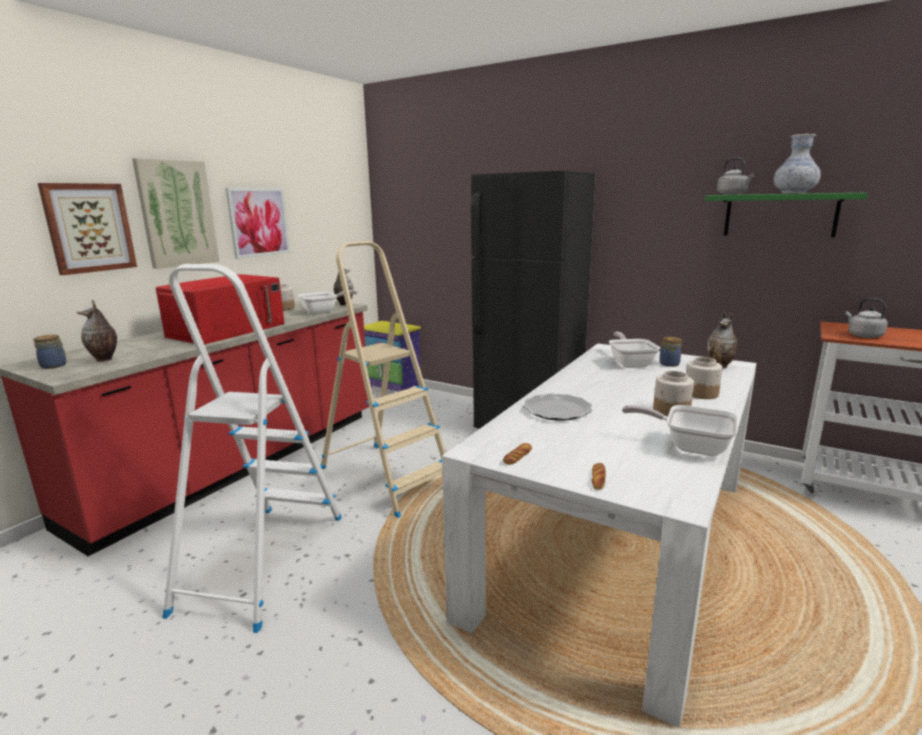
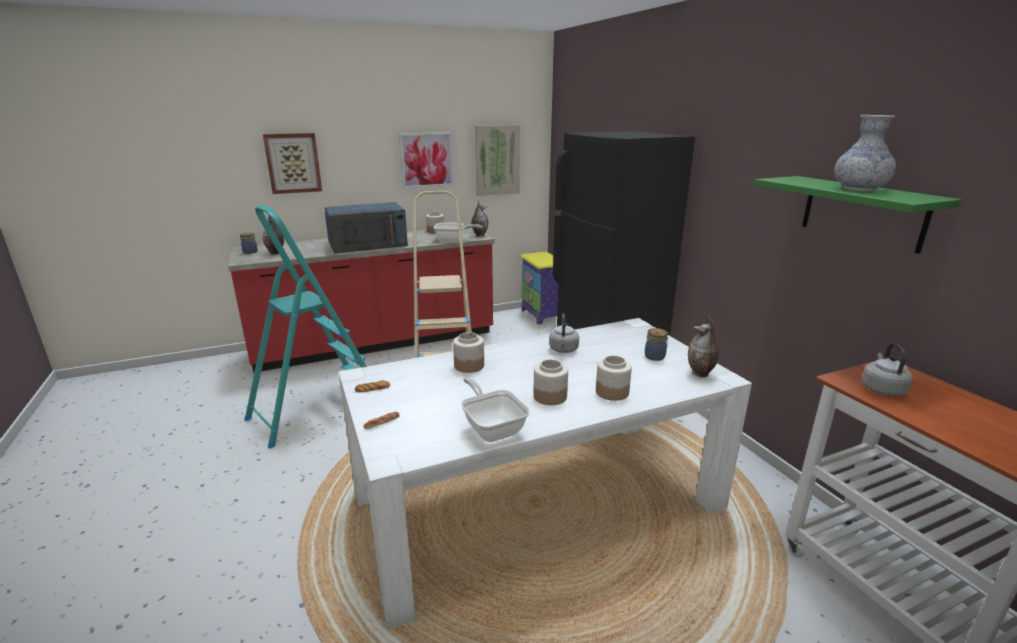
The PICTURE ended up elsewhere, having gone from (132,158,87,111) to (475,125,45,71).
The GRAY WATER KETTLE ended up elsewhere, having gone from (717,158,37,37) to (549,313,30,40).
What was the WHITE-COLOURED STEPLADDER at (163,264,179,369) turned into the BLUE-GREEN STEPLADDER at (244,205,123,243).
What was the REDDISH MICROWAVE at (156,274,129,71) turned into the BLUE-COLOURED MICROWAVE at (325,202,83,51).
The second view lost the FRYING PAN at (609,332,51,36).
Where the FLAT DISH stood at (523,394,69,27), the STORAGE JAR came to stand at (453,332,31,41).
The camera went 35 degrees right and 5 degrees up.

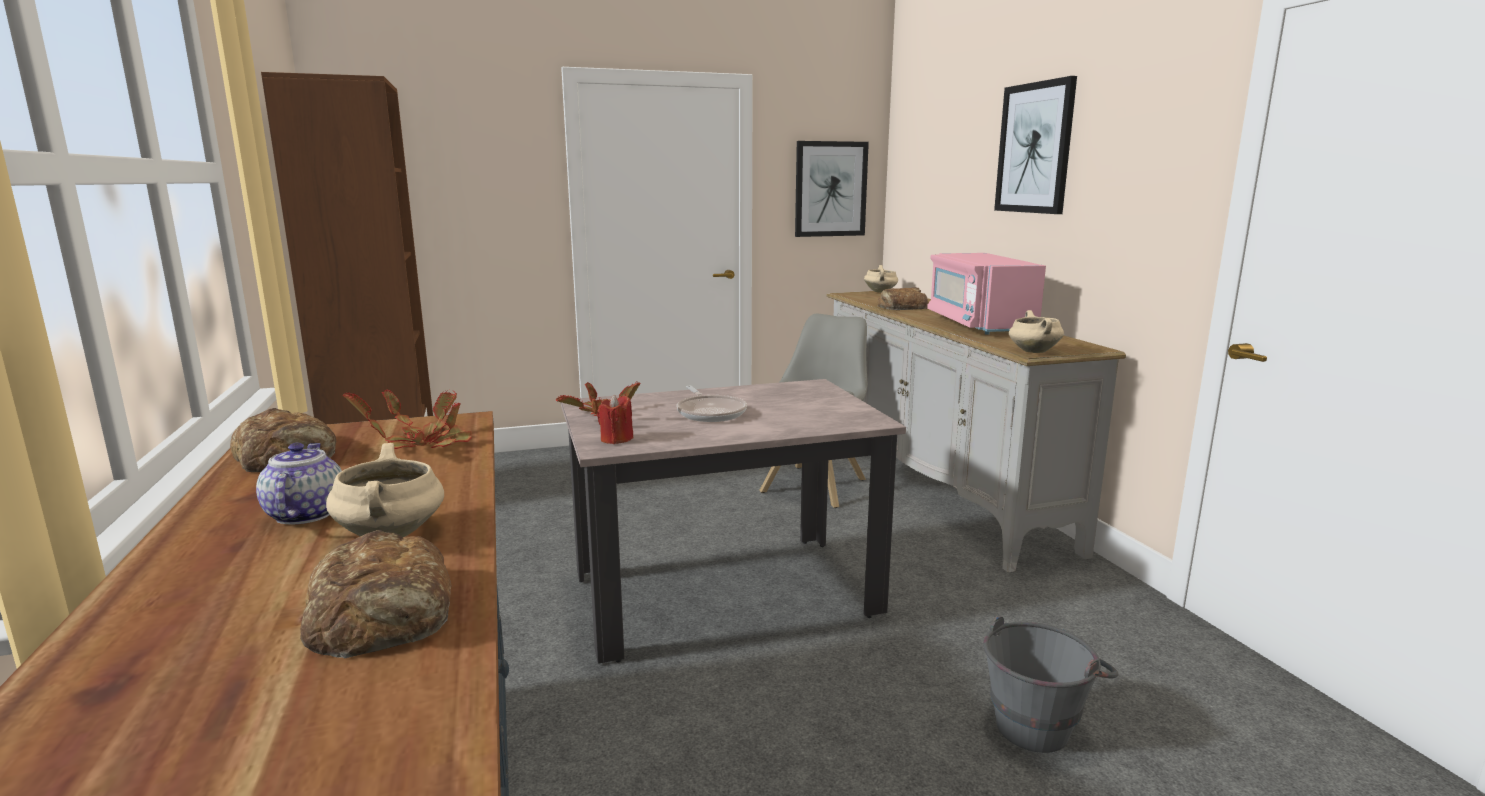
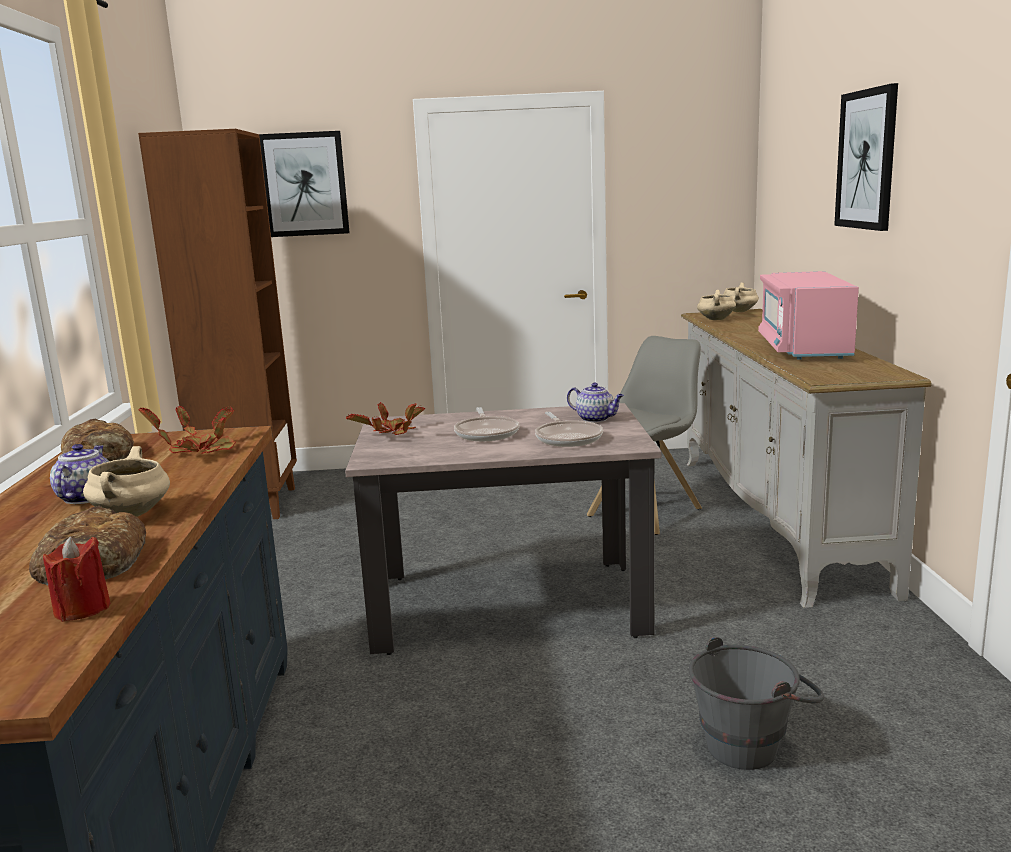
The PICTURE ended up elsewhere, having gone from (795,141,74,96) to (259,131,91,106).
The second view lost the BAKERY BREAD at (877,287,52,23).
The BEIGE STOCKPOT ended up elsewhere, having gone from (1009,310,55,43) to (697,290,39,30).
The REDDISH WAX LIGHT ended up elsewhere, having gone from (597,394,36,50) to (43,537,67,85).
The second view gained the TEAPOT at (567,383,57,39).
The second view gained the FRYING PAN at (535,412,68,35).
The camera went 15 degrees right and 0 degrees up.

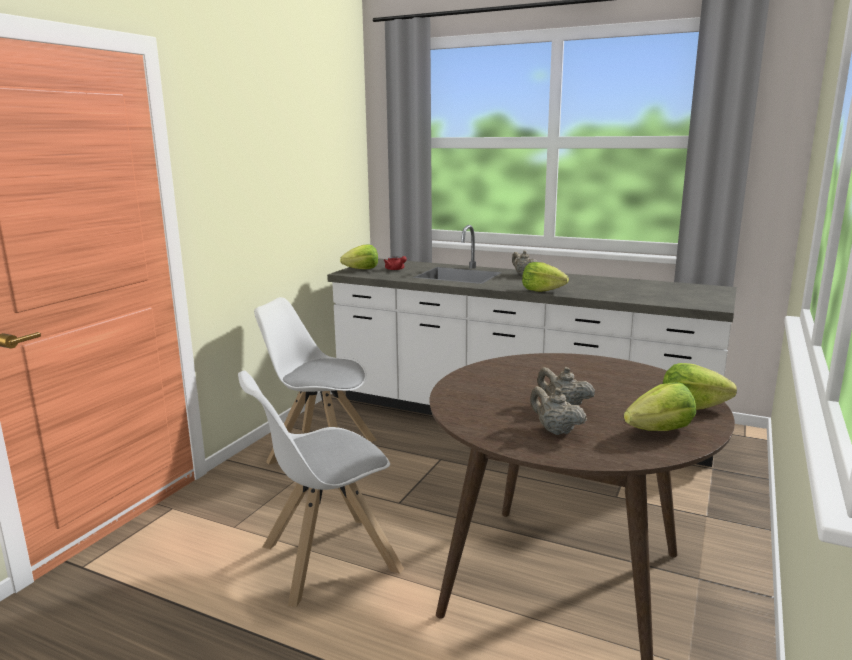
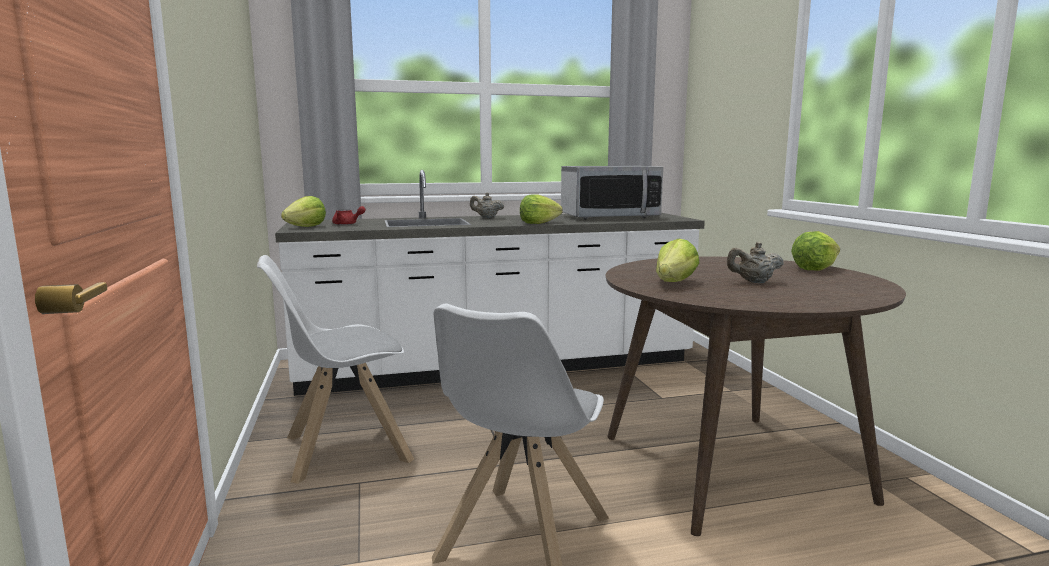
The LETTUCE ended up elsewhere, having gone from (624,382,72,49) to (656,238,44,44).
The second view lost the BEIGE TEAPOT at (530,386,57,49).
The second view gained the MICROWAVE at (561,166,102,54).
The camera went 40 degrees left and 5 degrees down.

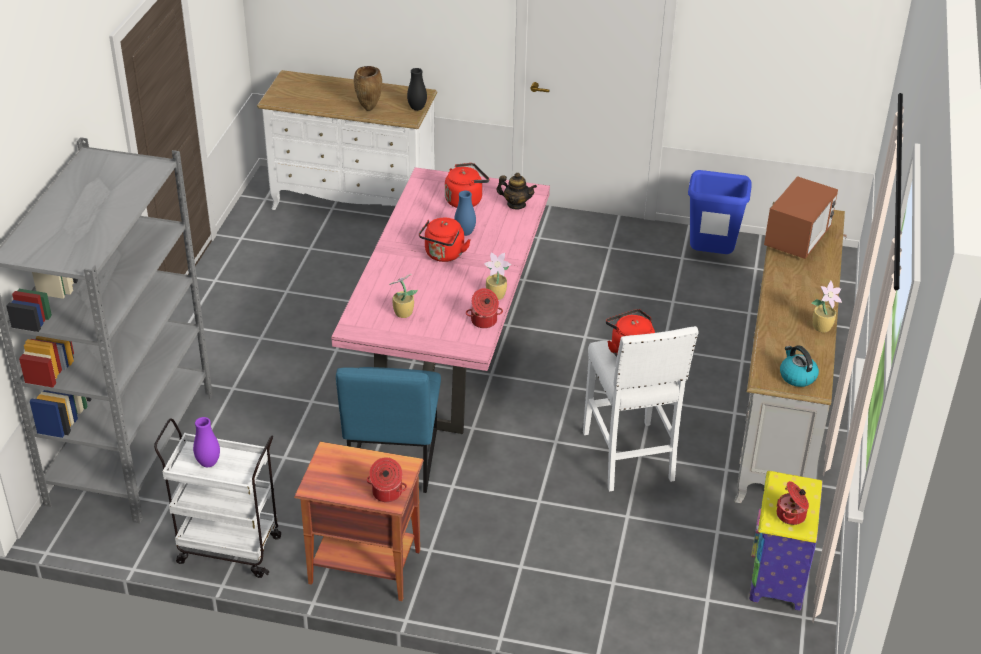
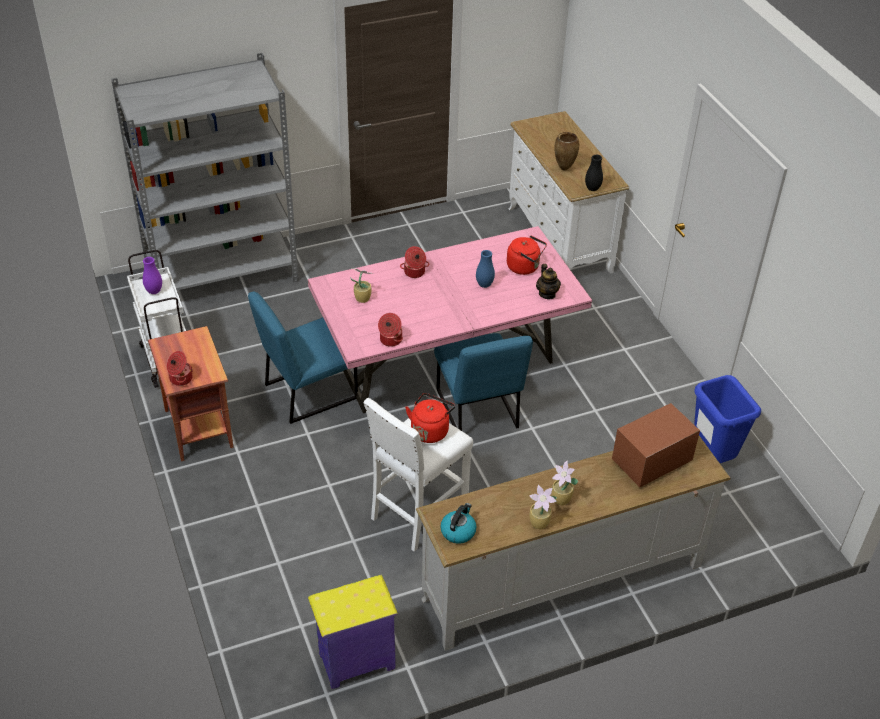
The MICROWAVE at (764,176,74,83) ended up facing another way, 150 degrees clockwise from before.
The second view lost the REDDISH WATER KETTLE at (419,218,52,44).
The PLANT IN A POT ended up elsewhere, having gone from (484,252,27,48) to (552,460,26,45).
The STOCKPOT ended up elsewhere, having gone from (776,481,33,44) to (400,246,30,32).
The second view gained the BLUE-COLOURED PLAIN CHAIR at (434,333,99,98).
The camera went 55 degrees right and 5 degrees up.

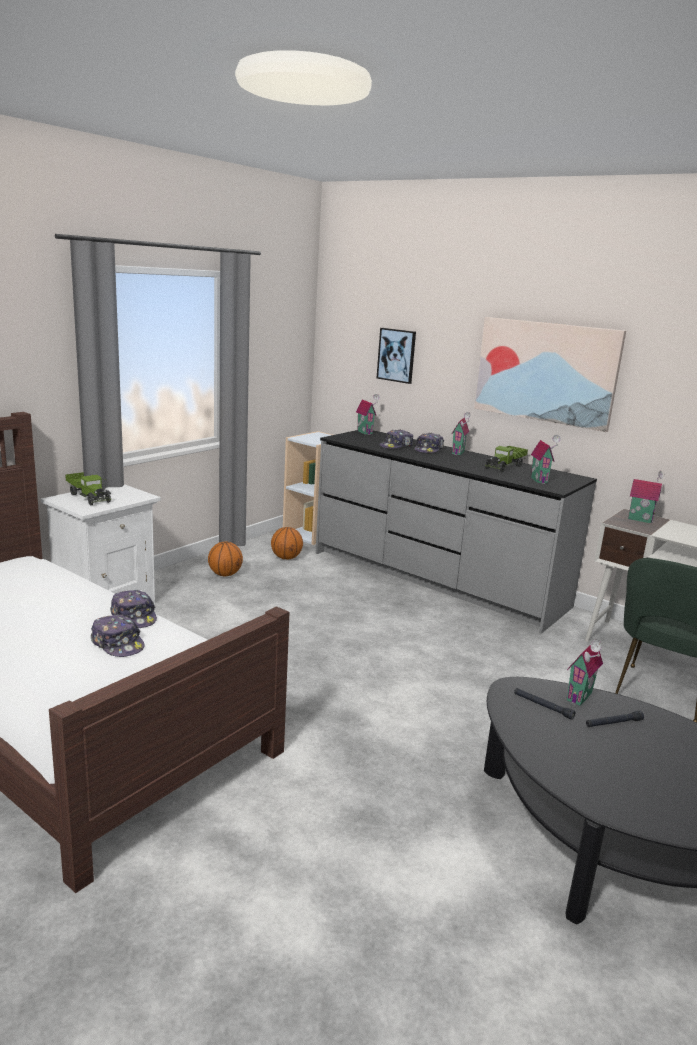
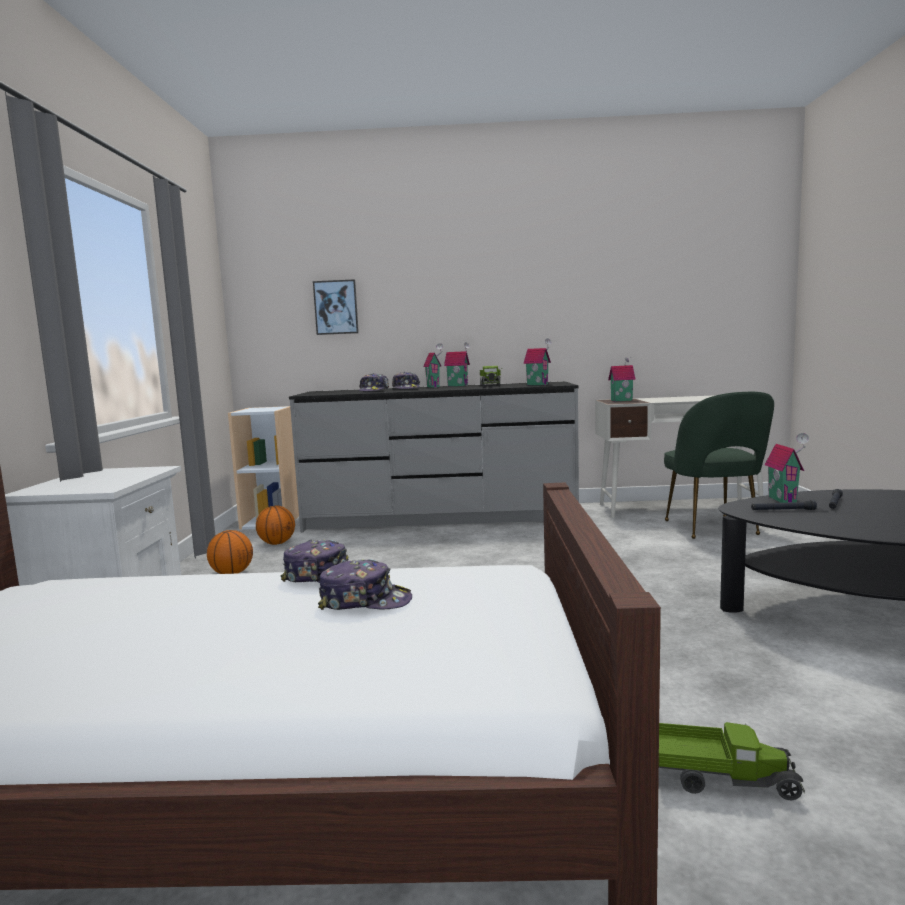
The second view lost the PICTURE at (474,317,152,115).
The MINIATURE HOUSE ended up elsewhere, having gone from (356,394,24,41) to (444,342,26,44).
The TOY LORRY ended up elsewhere, having gone from (65,472,46,33) to (659,722,146,78).
The camera went 35 degrees left and 10 degrees down.

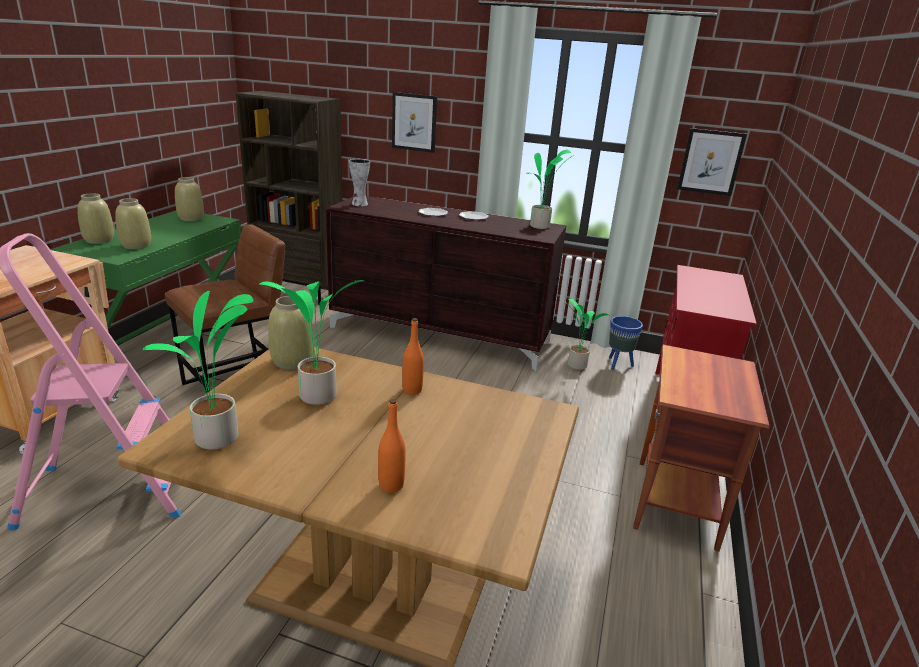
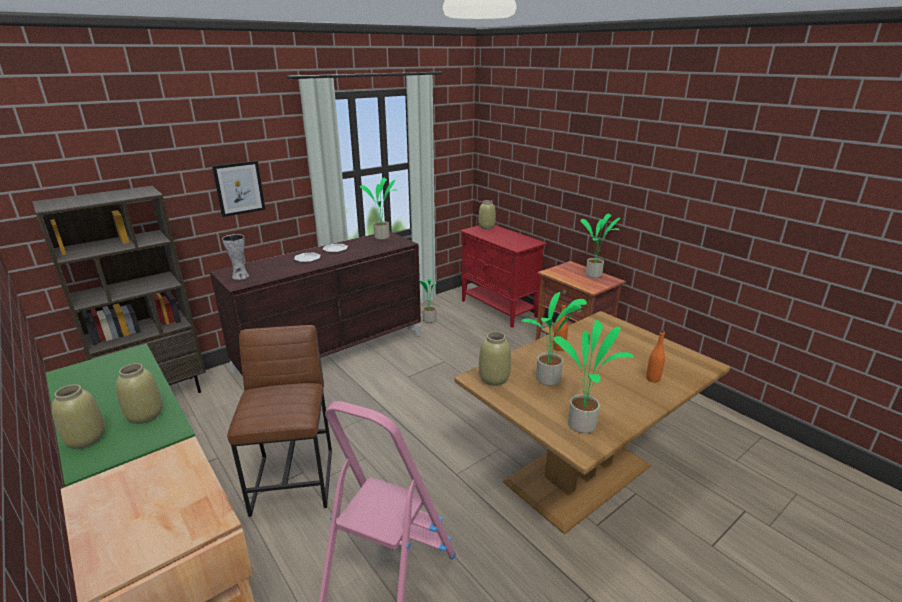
The second view lost the PICTURE at (677,128,70,68).
The BEIGE DECORATIVE VASE ended up elsewhere, having gone from (175,177,29,44) to (478,200,18,29).
The second view lost the BLUE-COLOURED FLOWER POT at (609,316,34,54).
The second view gained the PLANT IN A POT at (580,213,40,65).
The camera went 55 degrees left and 0 degrees up.

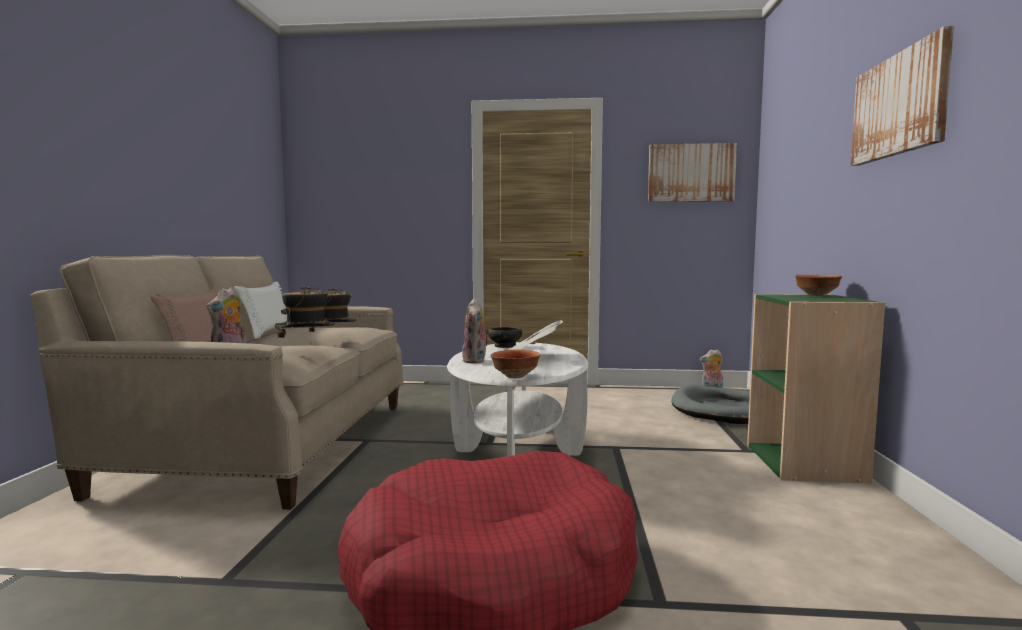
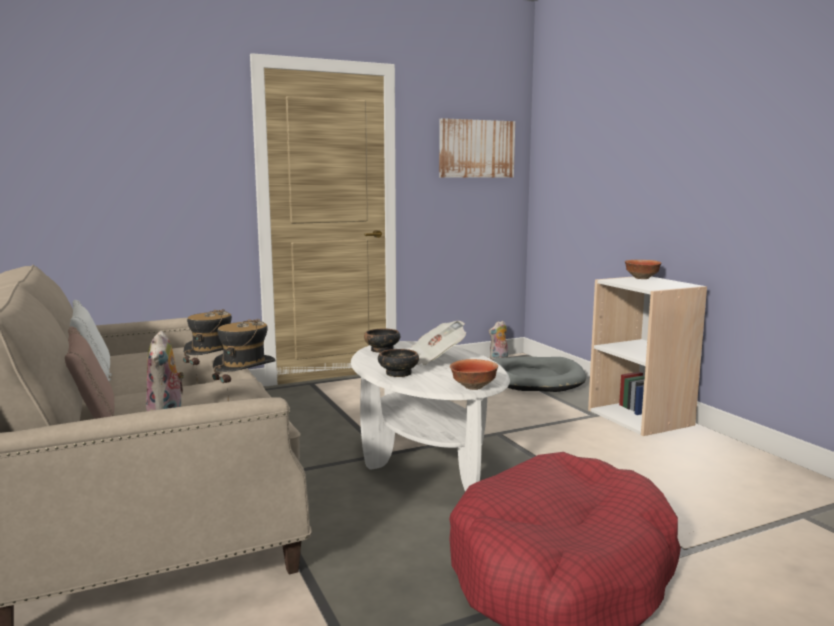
The second view lost the PICTURE at (851,26,103,140).
What was the GREENISH BOOKSHELF at (747,294,138,189) turned into the WHITE-COLOURED BOOKSHELF at (588,276,119,160).
Where the CUDDLY TOY stood at (462,298,28,65), the BOWL came to stand at (378,349,41,28).
The camera went 30 degrees left and 5 degrees up.

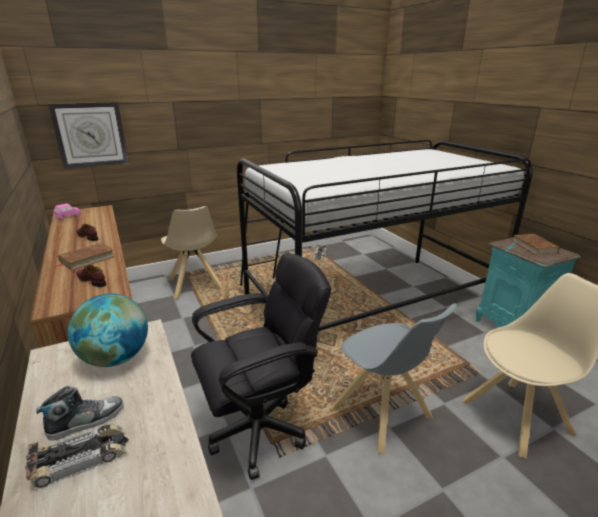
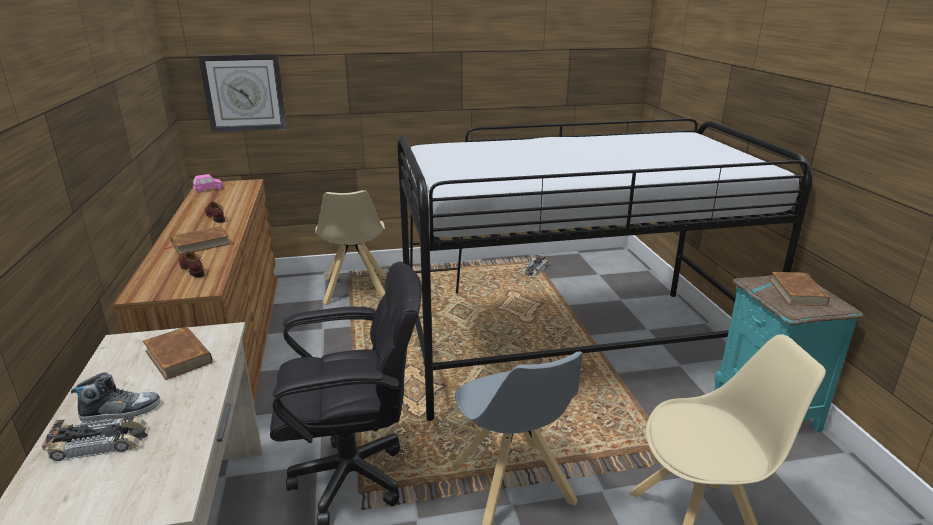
Where the DESK GLOBE stood at (68,294,80,73), the BROWNISH VOLUME came to stand at (143,326,69,54).
The camera went 15 degrees right and 0 degrees up.

